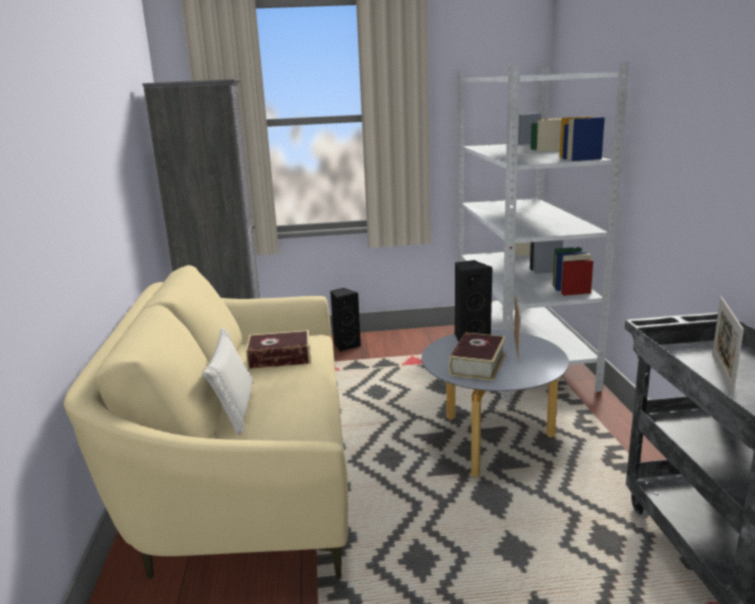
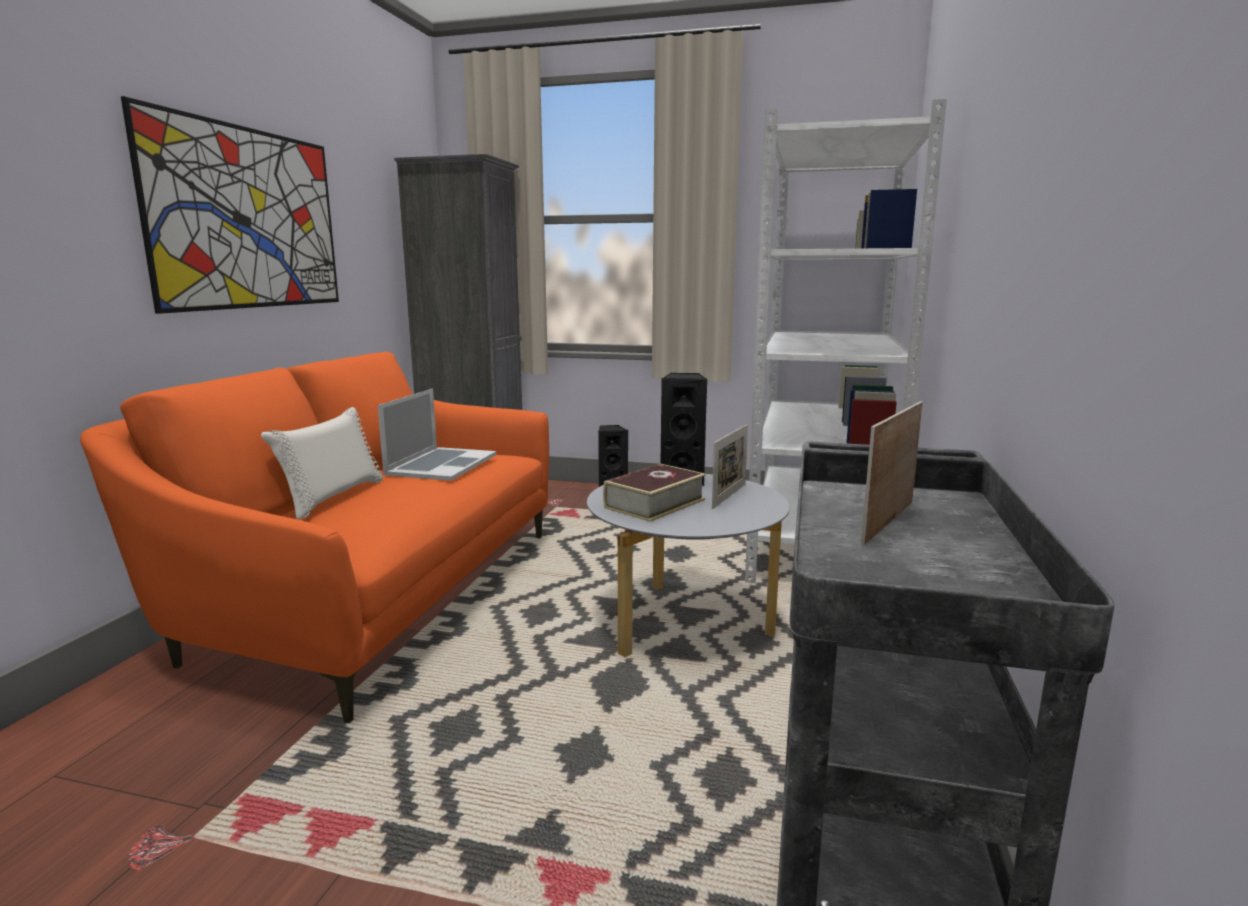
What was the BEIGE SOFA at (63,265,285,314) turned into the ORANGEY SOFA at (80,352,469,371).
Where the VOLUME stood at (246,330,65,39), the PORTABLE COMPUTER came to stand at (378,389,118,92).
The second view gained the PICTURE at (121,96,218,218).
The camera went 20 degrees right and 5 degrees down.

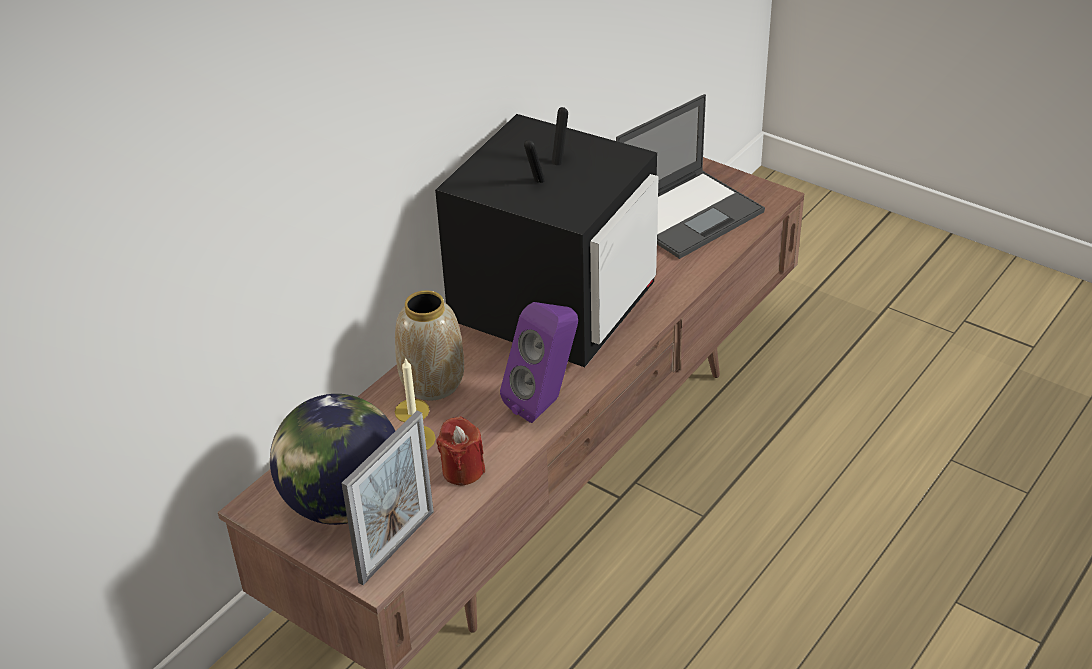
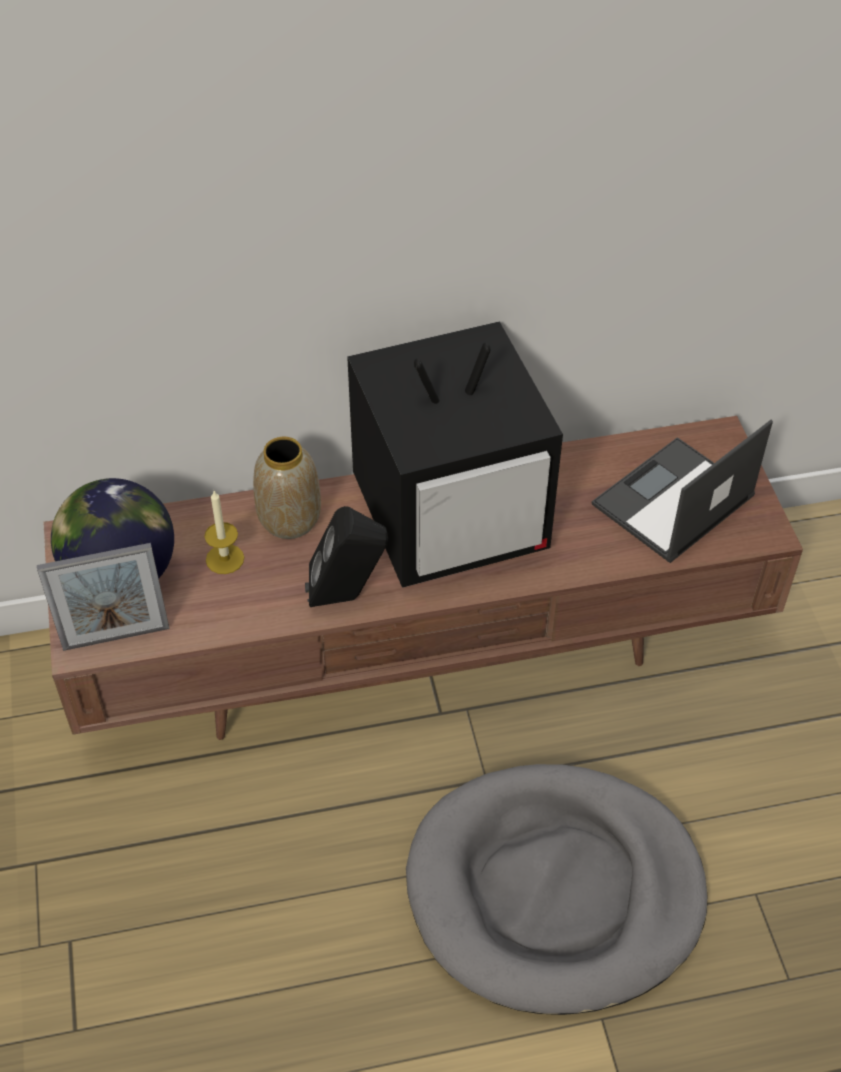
The PORTABLE COMPUTER at (616,94,149,165) ended up facing another way, 135 degrees clockwise from before.
What was the PURPLE AUDIO SPEAKER at (500,302,78,121) turned into the BLACK-COLOURED AUDIO SPEAKER at (305,506,83,101).
The second view lost the REDDISH WAX LIGHT at (436,416,49,70).
The second view gained the GRAY PET BED at (406,764,301,251).
The camera went 40 degrees right and 10 degrees up.

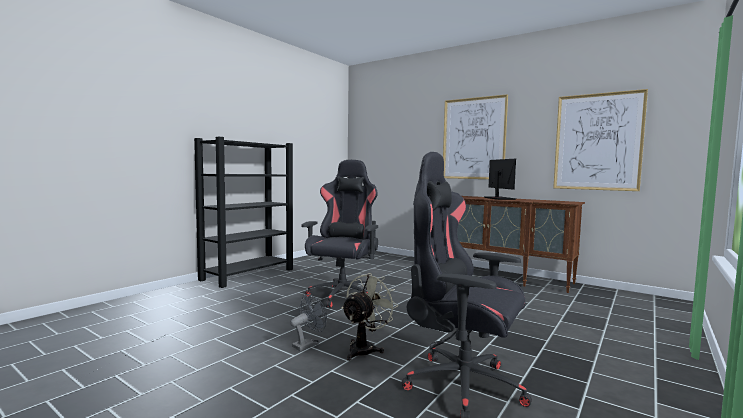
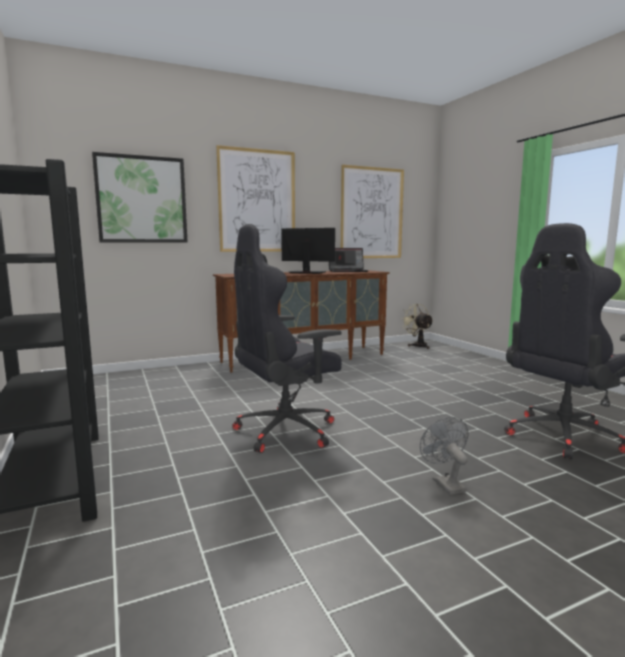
The BLACK-COLOURED COMPUTER CHAIR at (301,160,77,148) ended up facing another way, 75 degrees counterclockwise from before.
The BEIGE COOLING FAN ended up elsewhere, having gone from (342,273,56,88) to (400,304,34,45).
The second view gained the PICTURE at (92,152,95,91).
The second view gained the PORTABLE COMPUTER at (329,248,39,24).
The camera went 60 degrees left and 5 degrees up.

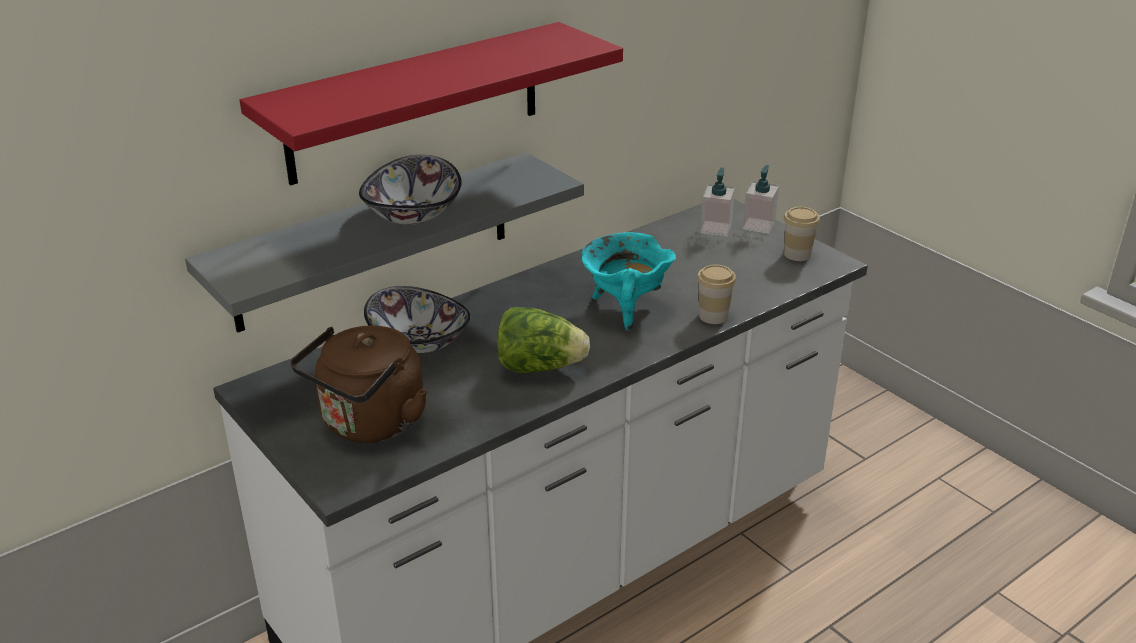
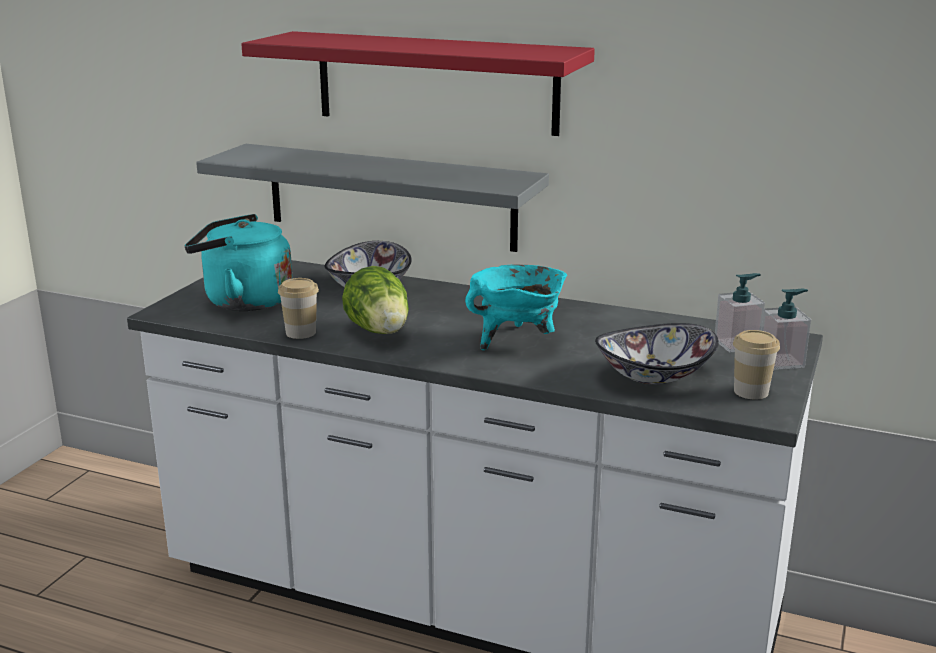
The BOWL ended up elsewhere, having gone from (359,155,103,70) to (595,323,124,61).
The SMALL CUP ended up elsewhere, having gone from (697,265,39,59) to (278,278,41,61).
What was the BROWNISH WATER KETTLE at (290,325,137,118) turned into the BLUE-GREEN WATER KETTLE at (185,214,107,97).
The camera went 60 degrees right and 10 degrees down.

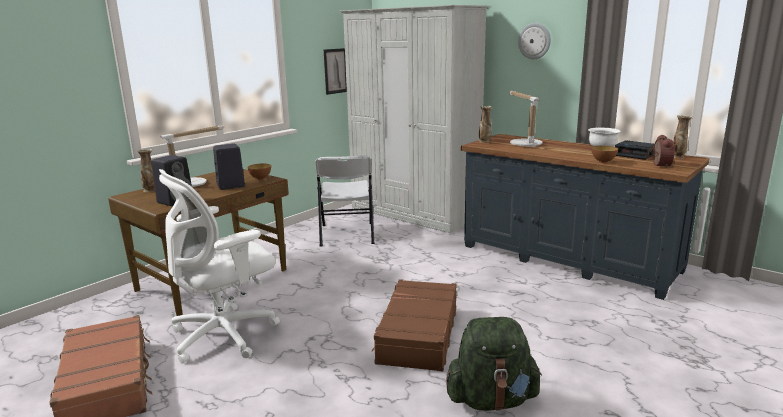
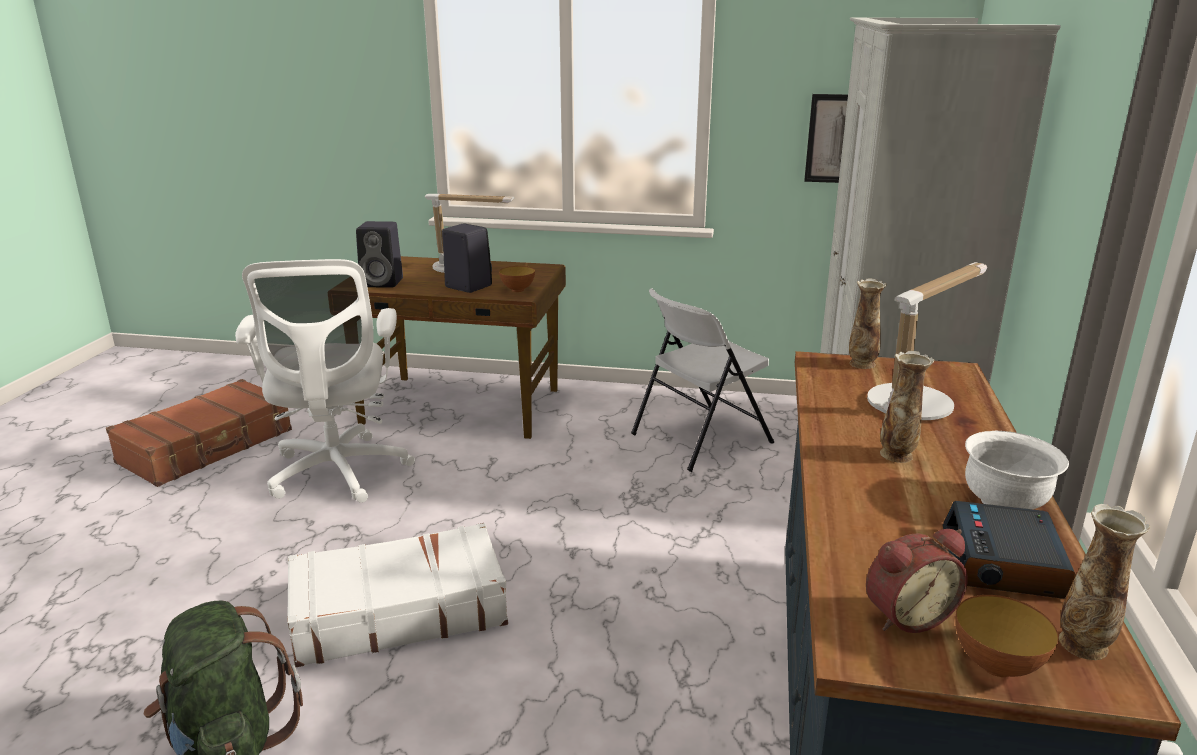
The second view lost the HANGING CLOCK at (518,23,33,36).
The BOWL ended up elsewhere, having gone from (591,146,27,17) to (955,595,104,82).
The DECORATIVE VASE ended up elsewhere, having gone from (137,149,18,43) to (880,351,54,112).
The WHITE-COLOURED COMPUTER CHAIR at (159,169,121,195) ended up facing another way, 120 degrees counterclockwise from before.
What was the BROWNISH PIECE OF LUGGAGE at (371,279,86,93) turned into the WHITE-COLOURED PIECE OF LUGGAGE at (287,523,221,144).
The camera went 60 degrees right and 5 degrees up.

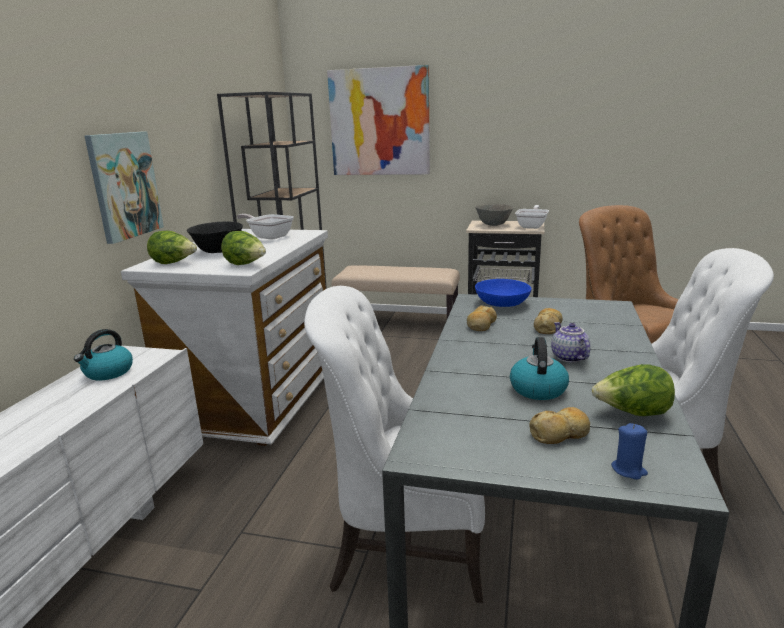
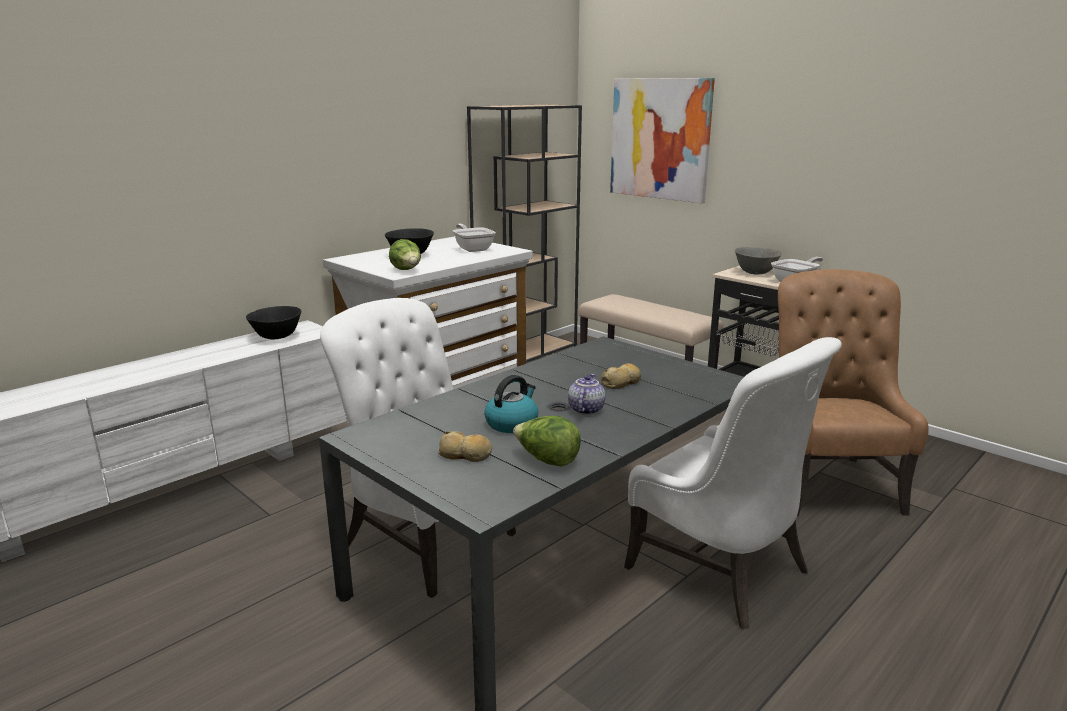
The second view lost the PICTURE at (85,131,79,113).
The second view lost the LETTUCE at (147,231,50,33).
The second view lost the BLUE-COLOURED BOWL at (475,279,57,28).
The second view lost the BAKERY BREAD at (467,305,30,26).
Where the WATER KETTLE stood at (74,329,59,52), the BLACK-COLOURED BOWL came to stand at (246,306,55,33).
The second view lost the BLUE-COLOURED WAX LIGHT at (611,423,37,57).
The camera went 30 degrees right and 0 degrees up.

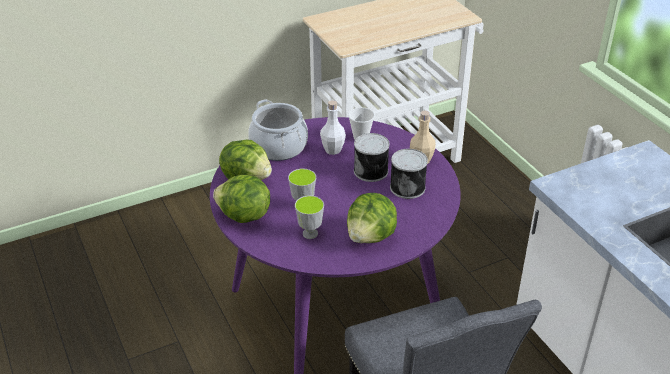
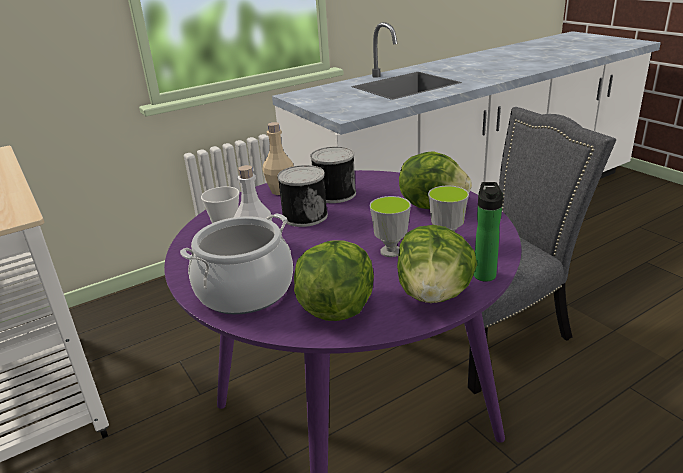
The second view gained the DRINK BOTTLE at (474,182,29,100).
The camera went 95 degrees left and 10 degrees down.

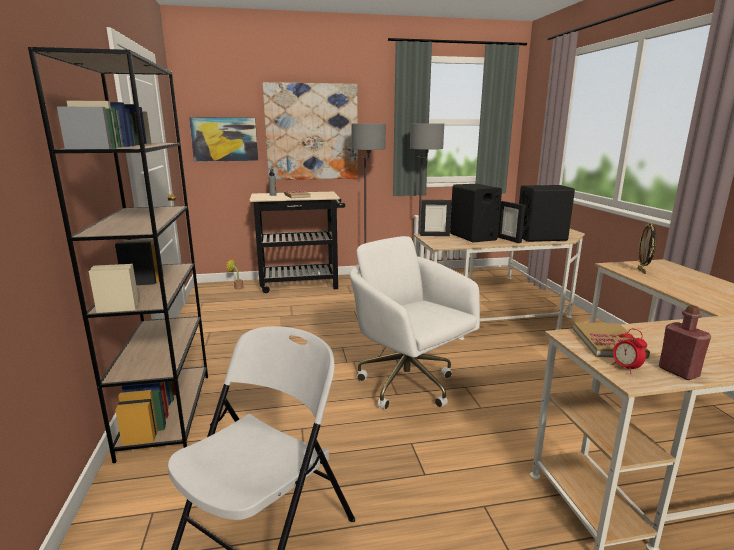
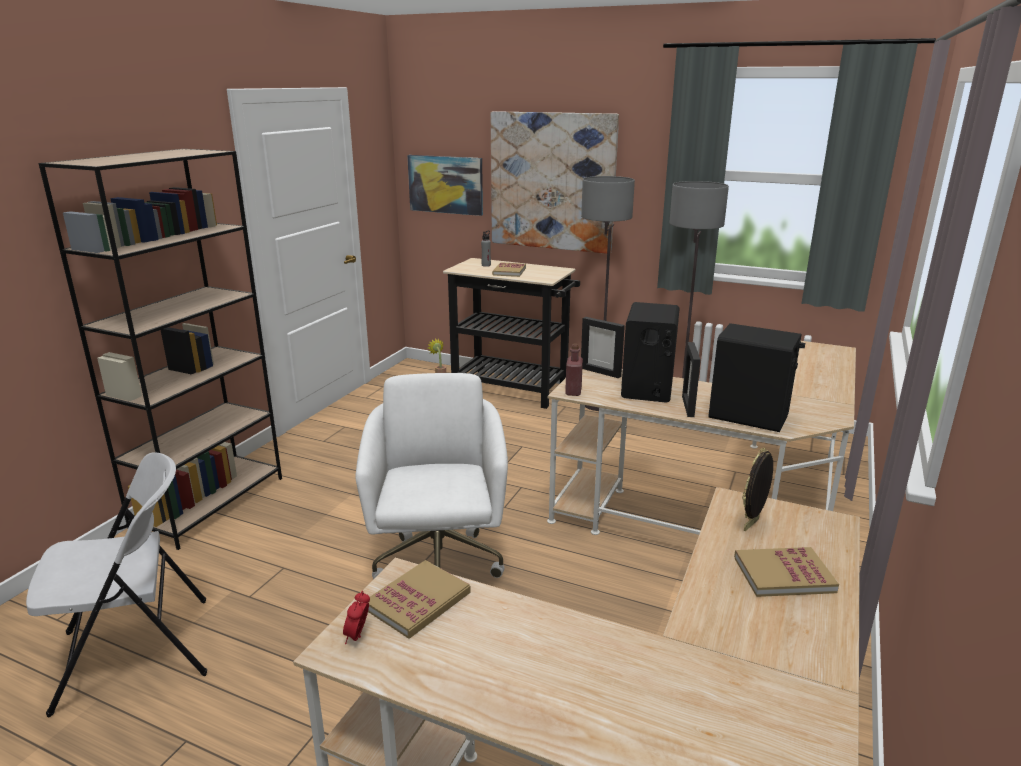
The REDDISH DRINK BOTTLE ended up elsewhere, having gone from (659,305,52,75) to (565,344,18,52).
The second view gained the VOLUME at (734,547,105,50).
The camera went 35 degrees right and 5 degrees up.

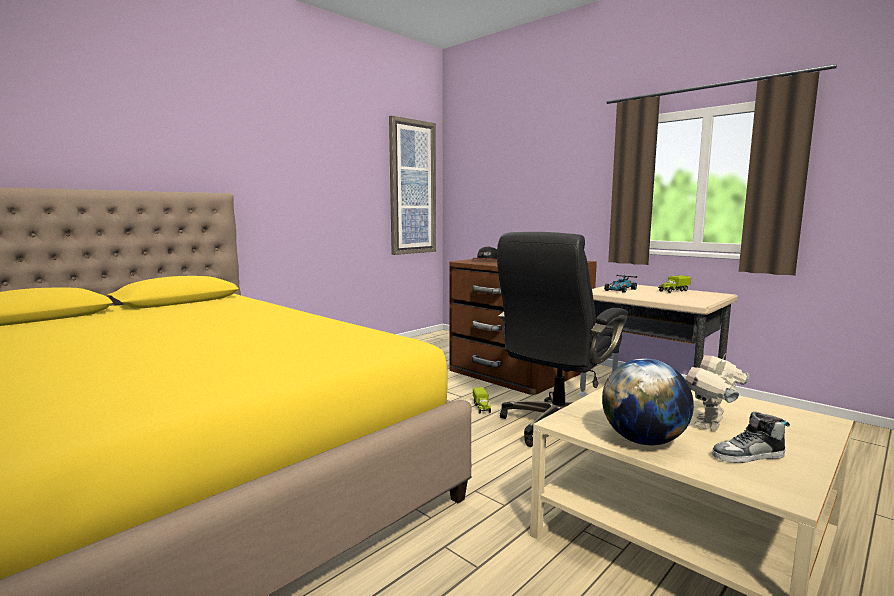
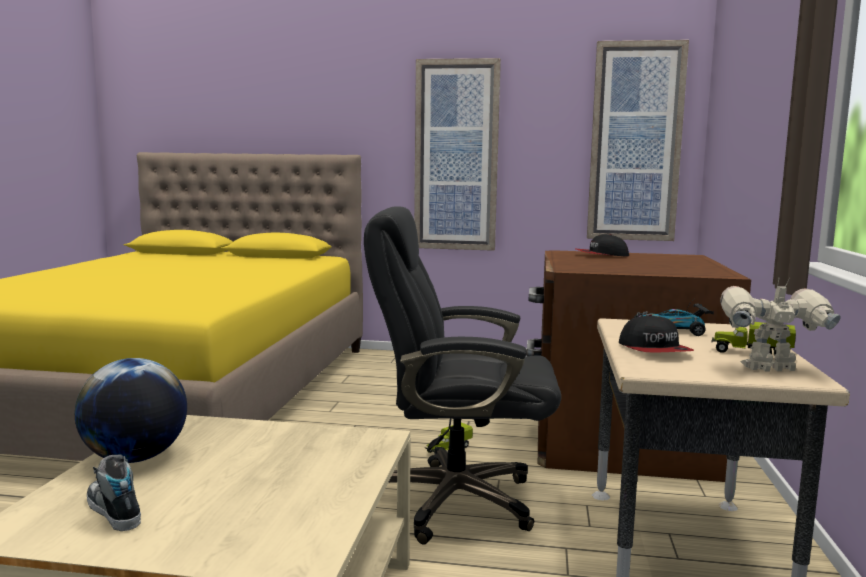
The MODEL ROBOT ended up elsewhere, having gone from (685,353,64,78) to (720,277,121,95).
The second view gained the PICTURE at (414,58,87,193).
The second view gained the PEAKED CAP at (619,315,75,38).
The camera went 55 degrees right and 0 degrees up.

